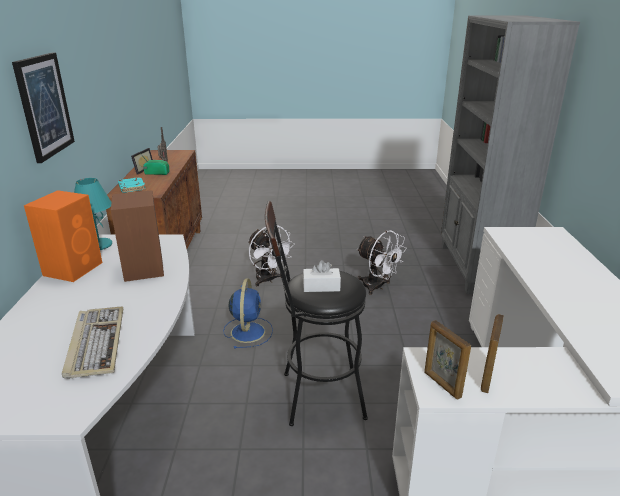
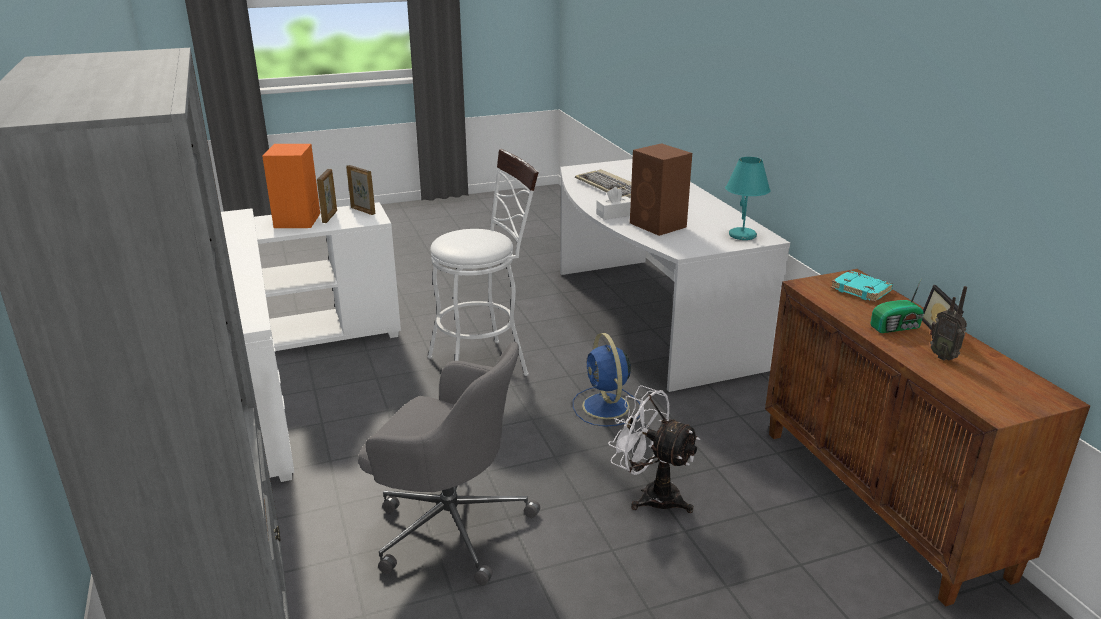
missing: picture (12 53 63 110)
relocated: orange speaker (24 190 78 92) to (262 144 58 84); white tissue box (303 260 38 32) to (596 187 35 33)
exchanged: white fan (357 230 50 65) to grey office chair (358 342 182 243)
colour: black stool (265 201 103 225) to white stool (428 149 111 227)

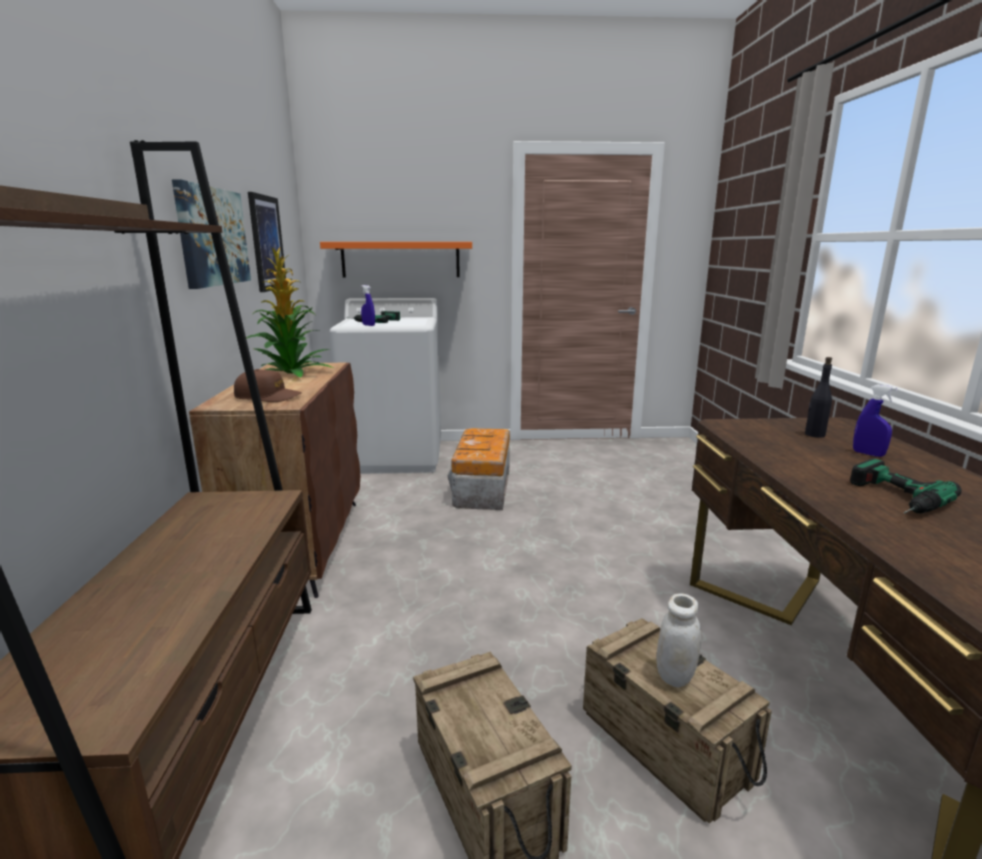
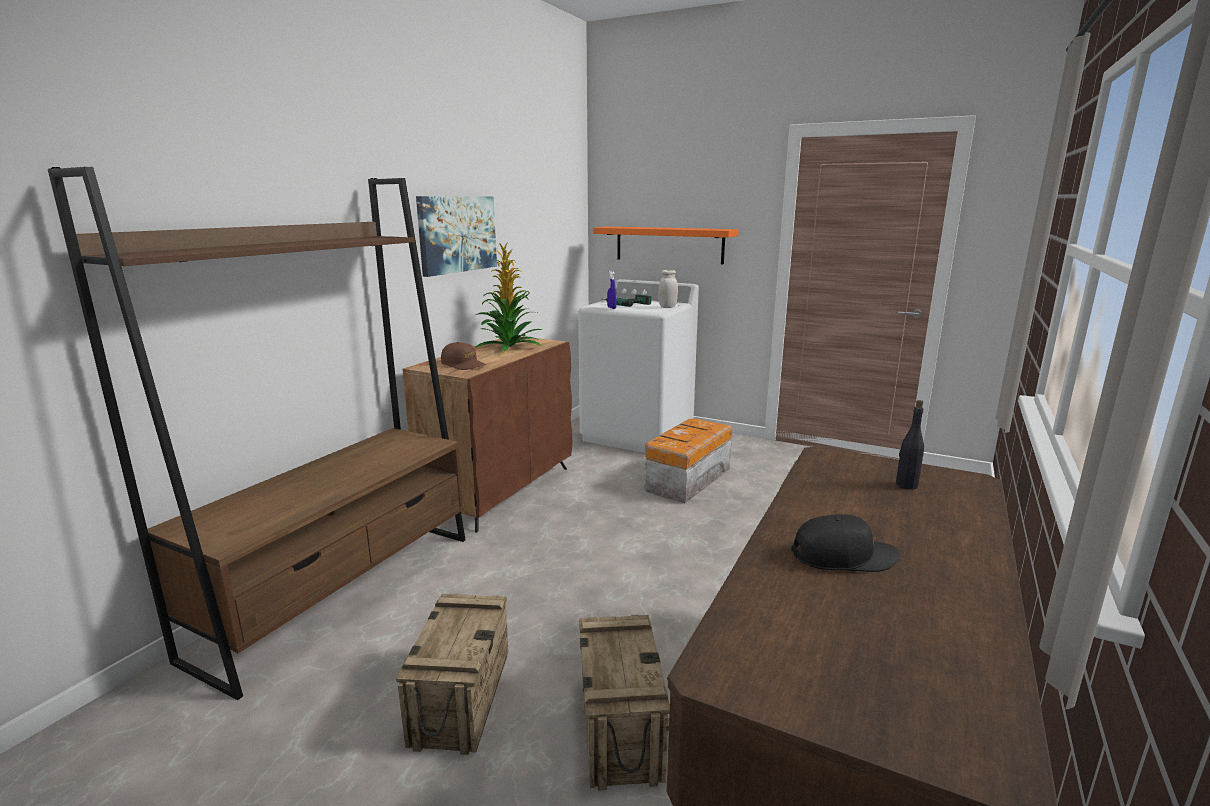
missing: picture (248 192 38 100); blue spray bottle (853 384 44 73)
relocated: white jar (657 593 44 95) to (658 270 20 38)
exchanged: power drill (850 458 112 56) to black cap (791 514 109 58)

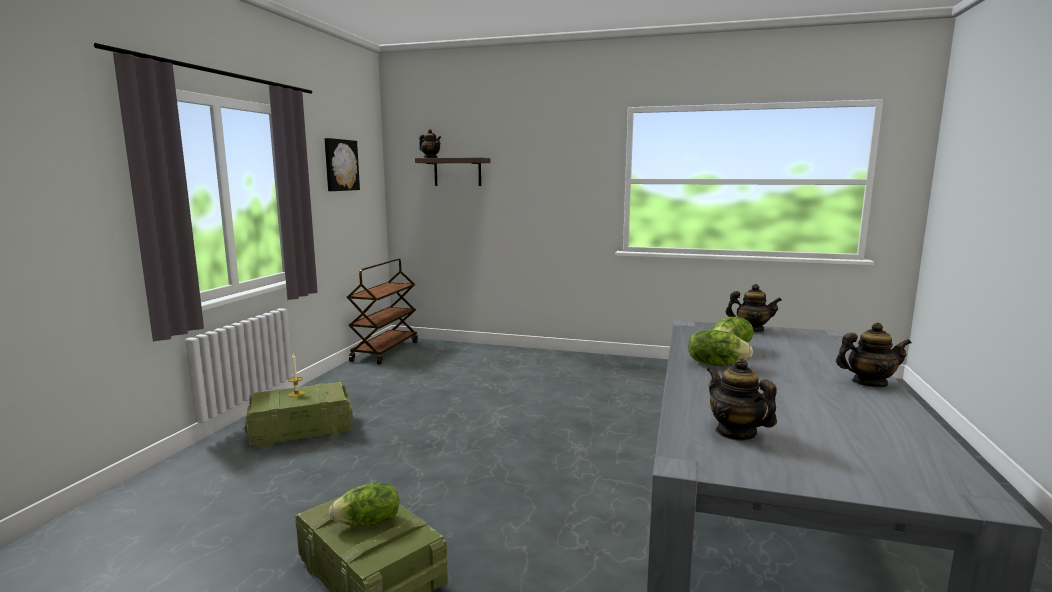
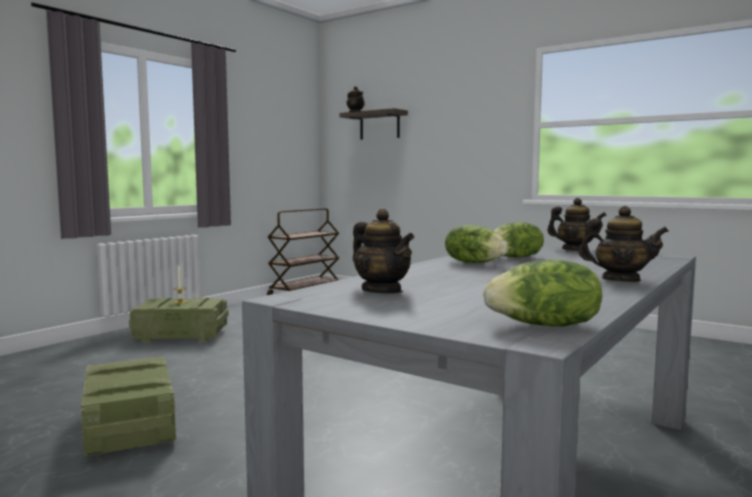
missing: picture (324 138 36 53)
relocated: lettuce (329 483 70 43) to (483 260 119 67)
spun: teapot (707 358 70 83) = (353 209 61 85) 150 degrees clockwise

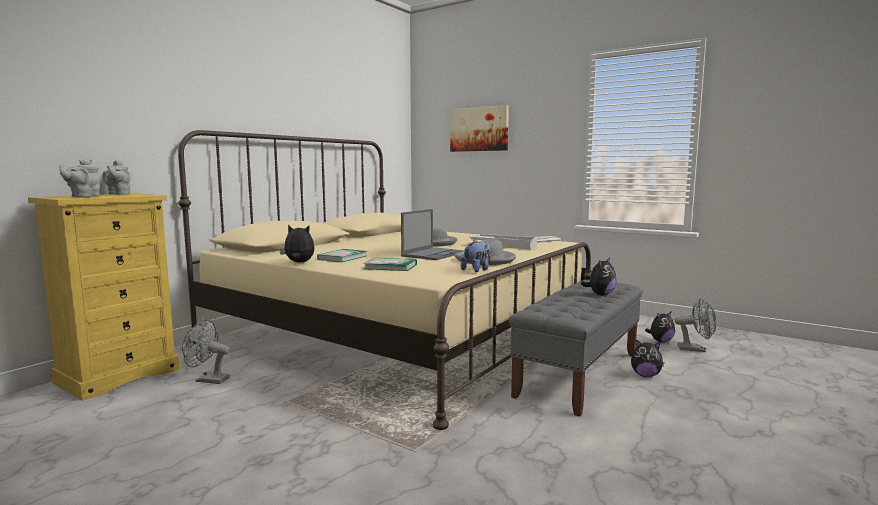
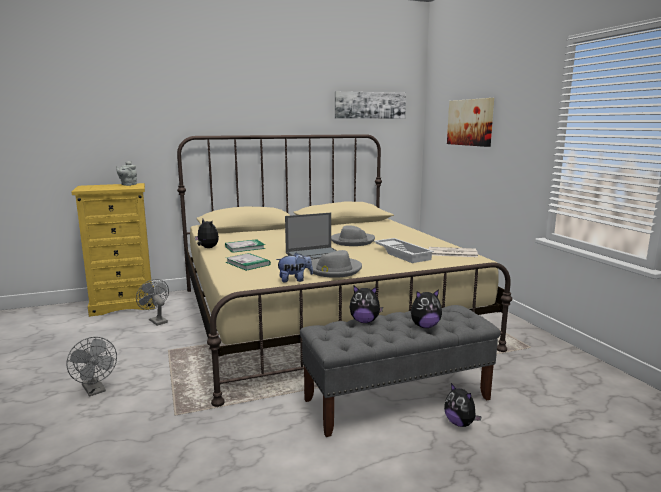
missing: grey teapot (59 159 42 38)
appeared: picture (335 91 71 28)
relocated: grey fan (674 298 42 54) to (66 337 51 59); plush toy (645 311 30 31) to (350 286 33 37)

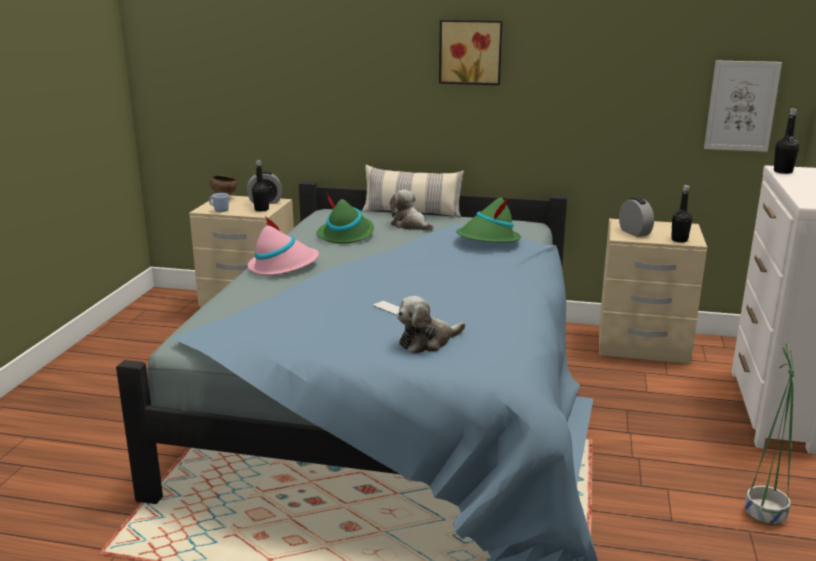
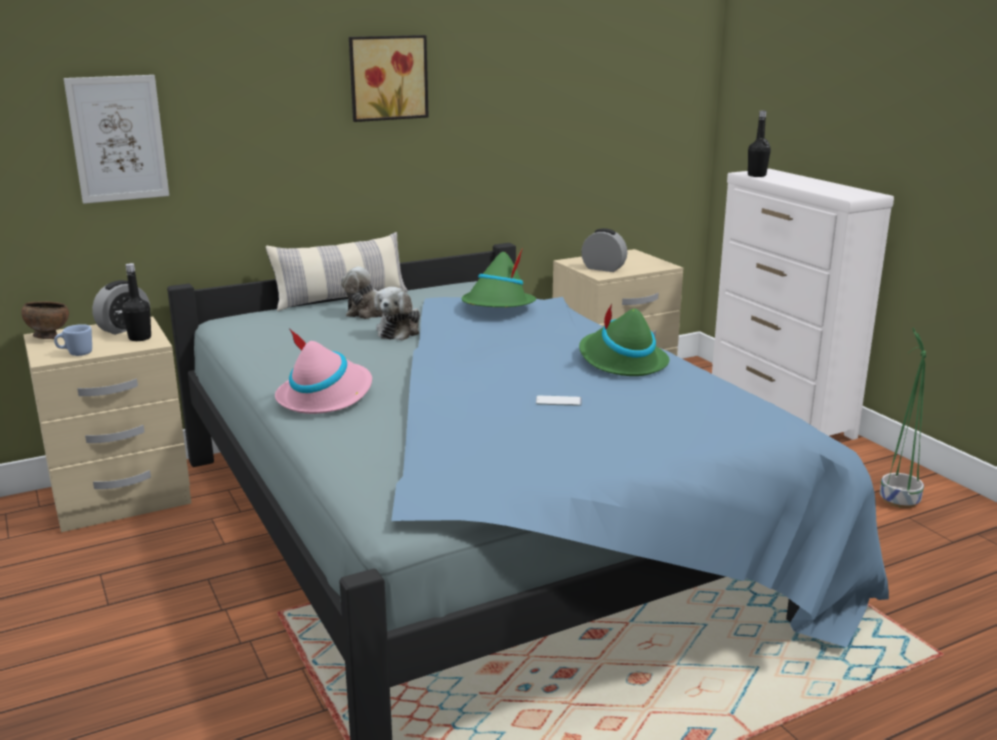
missing: black bottle (671 185 21 58)
relocated: picture (704 60 78 92) to (64 75 105 129); green hat (317 193 57 51) to (579 304 90 72); plush toy (397 296 68 58) to (374 287 46 54)

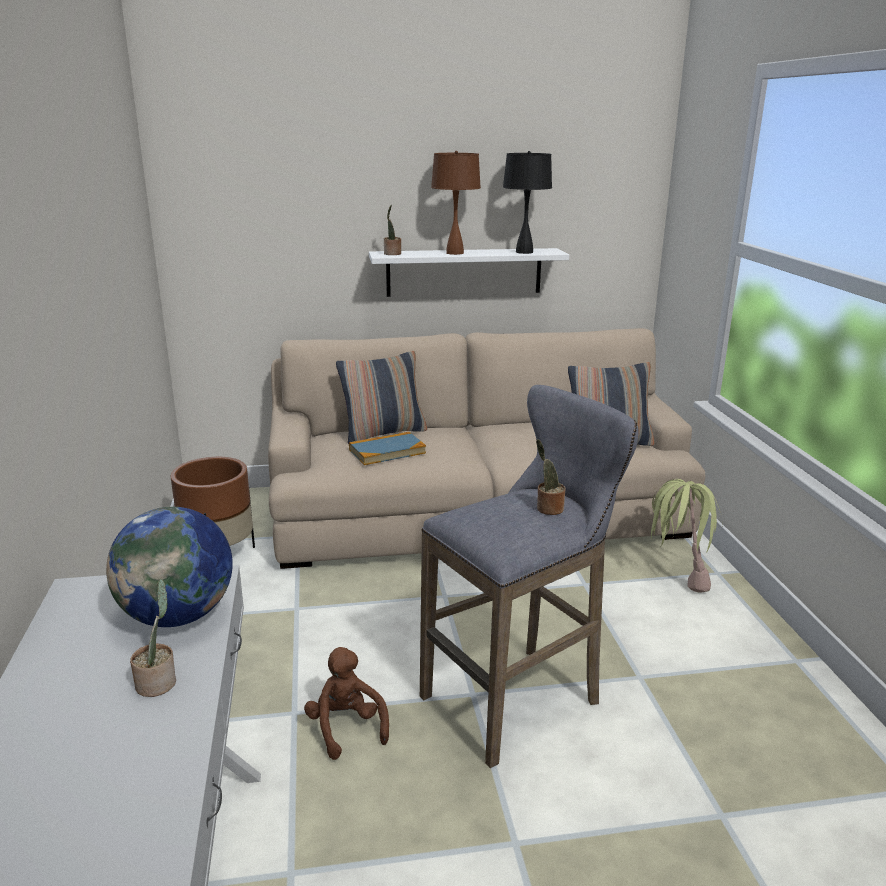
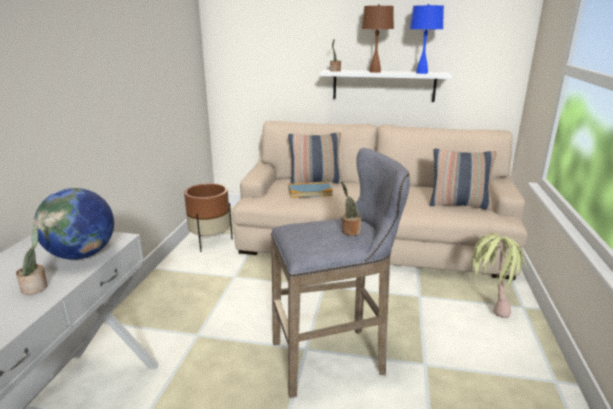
missing: brown plush toy (304 647 85 113)
colour: black table lamp (503 151 49 103) to blue table lamp (409 4 35 70)

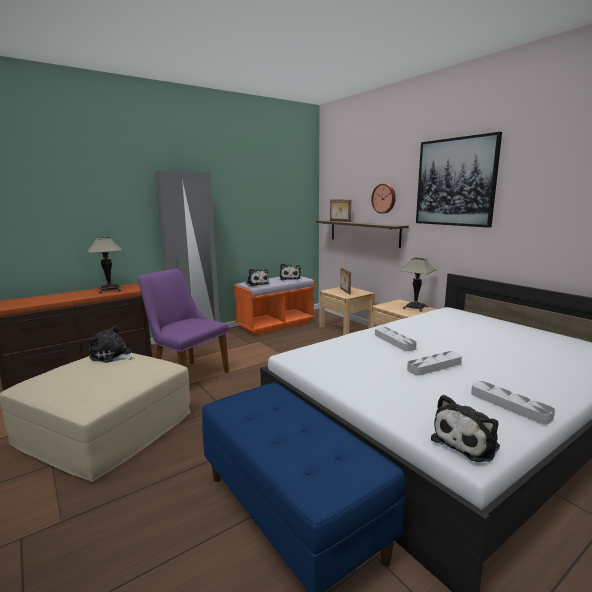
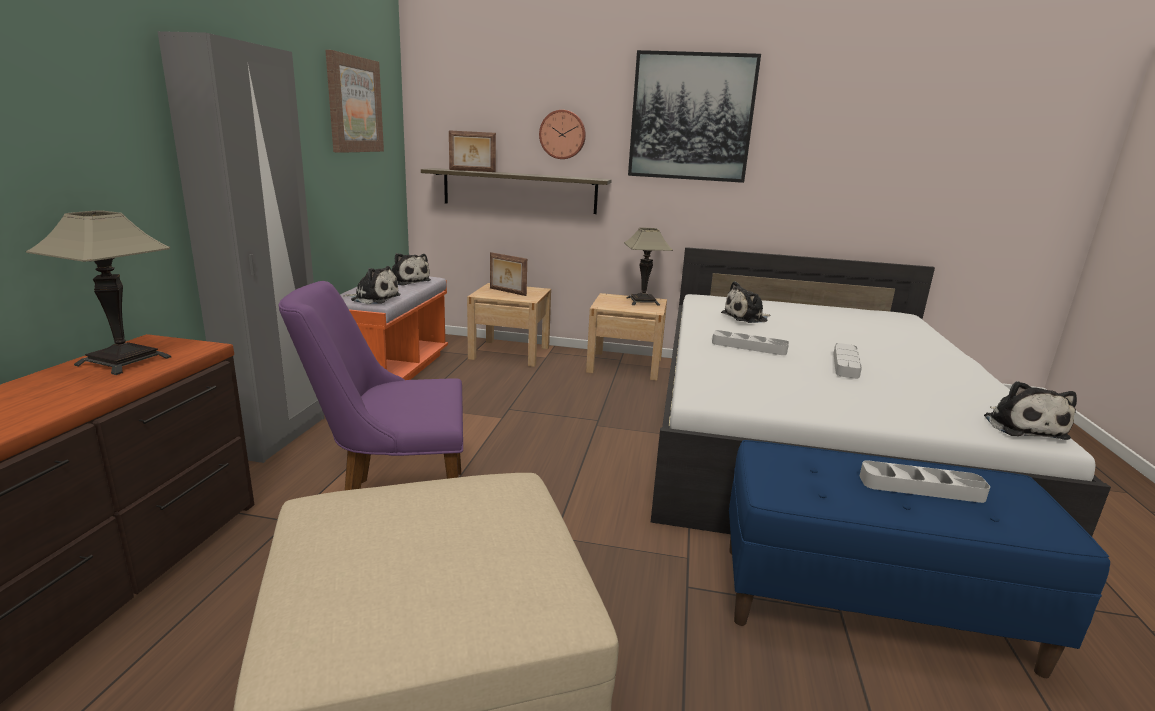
appeared: picture (325 50 59 103)
relocated: plush toy (89 326 45 37) to (721 281 50 42); grey tray (471 381 84 43) to (859 460 131 43)

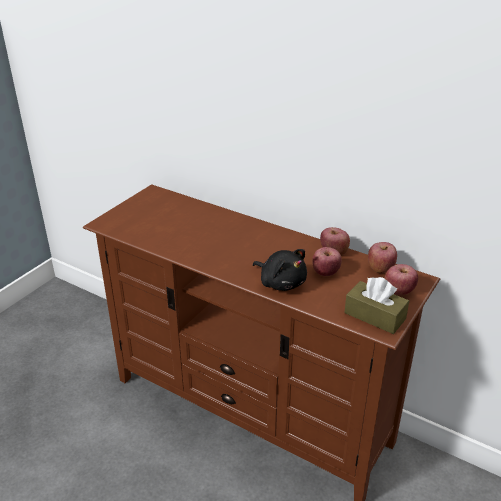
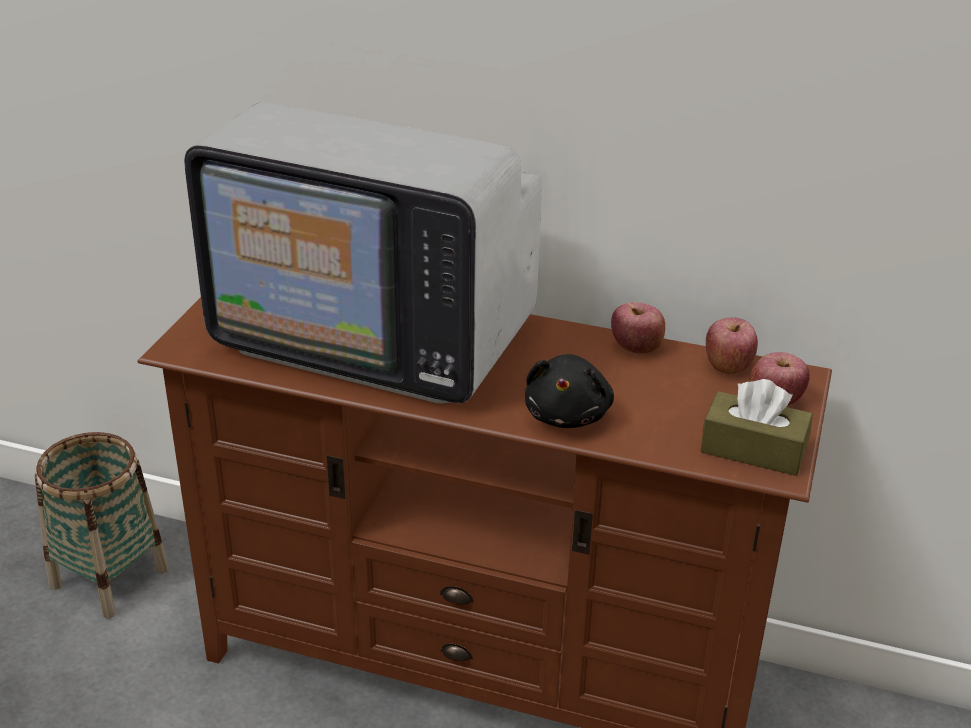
missing: apple (312 247 30 29)
appeared: television (184 102 358 302); basket (35 432 134 186)
spun: black plush toy (253 249 54 42) = (525 354 89 74) 75 degrees clockwise

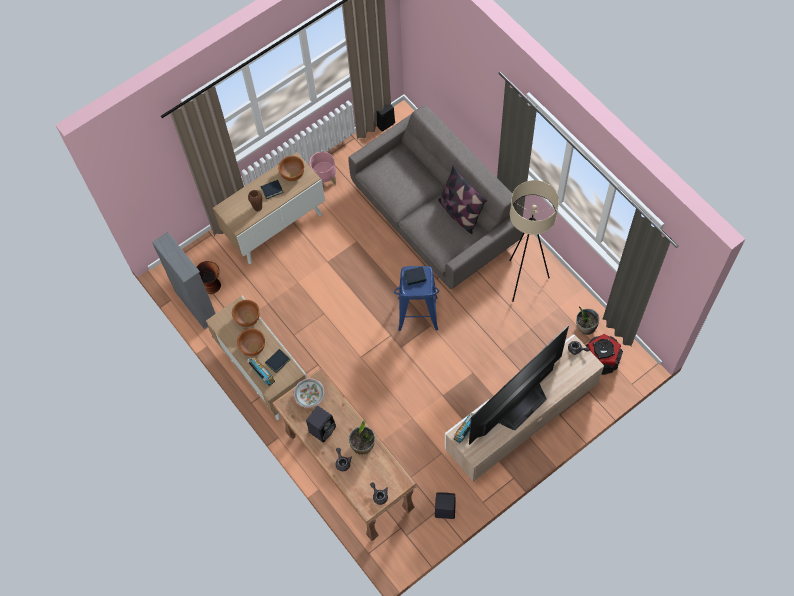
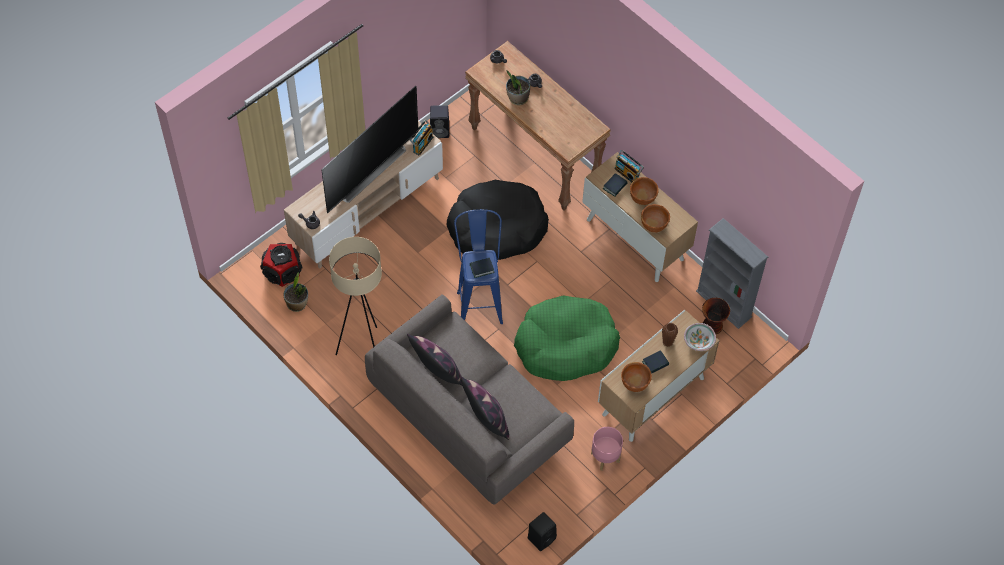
missing: black speaker (306 406 30 37)
appeared: black dog bed (447 180 102 80); green dog bed (514 296 106 85); pillow (461 376 48 64)
relocated: bowl (294 378 31 30) to (684 323 32 28)

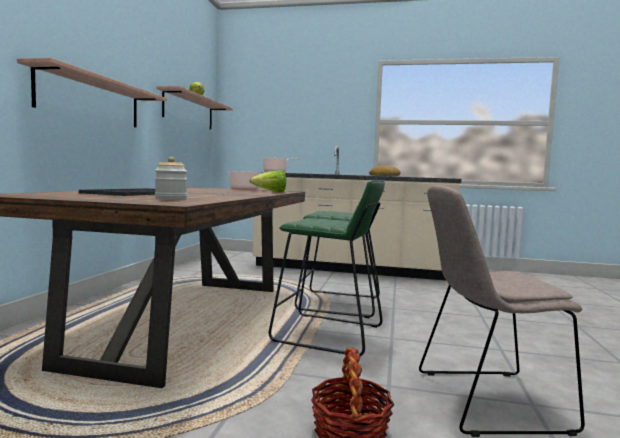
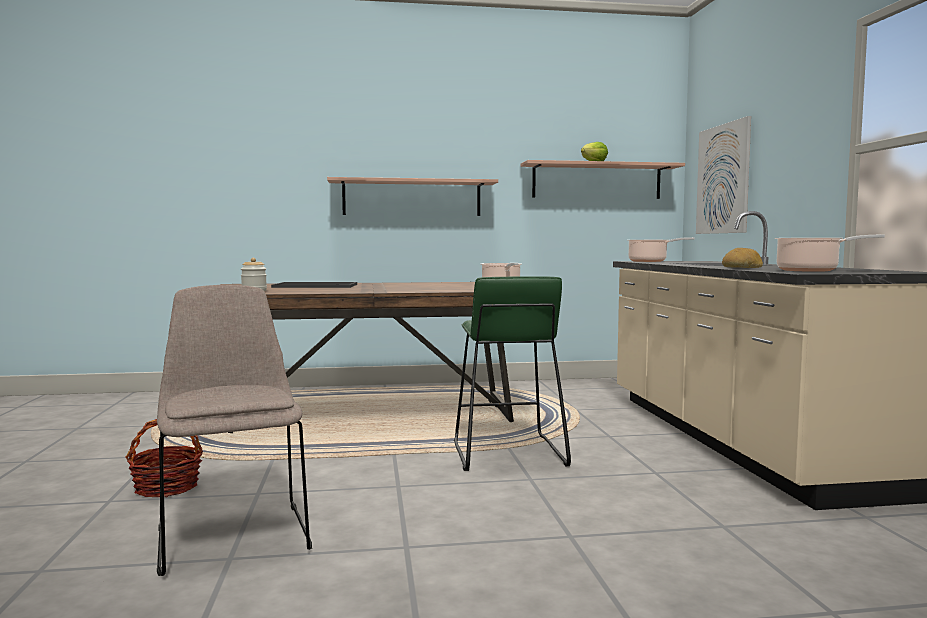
missing: lettuce (250 170 36 22); green stool (269 180 116 176)
appeared: picture (696 116 55 118); cooking pot (775 235 110 37)

